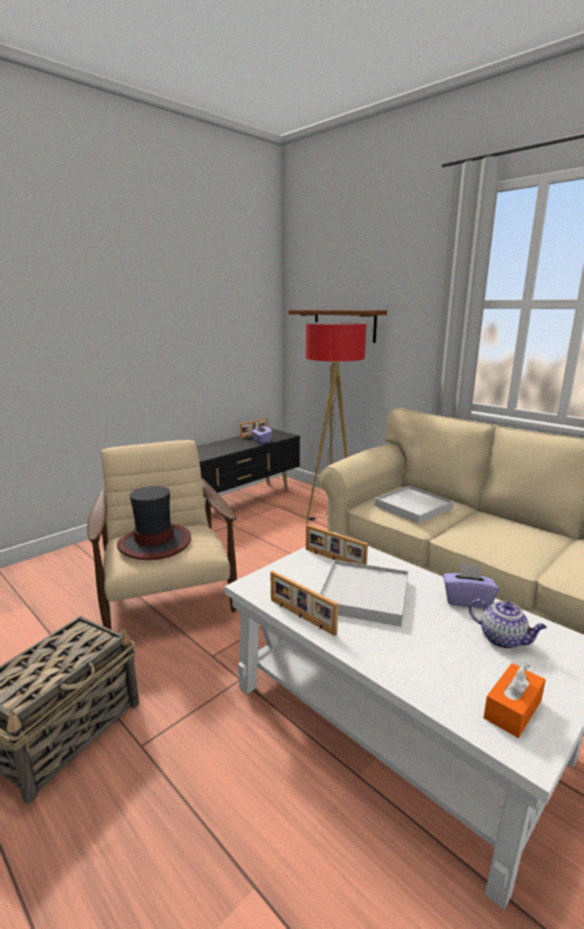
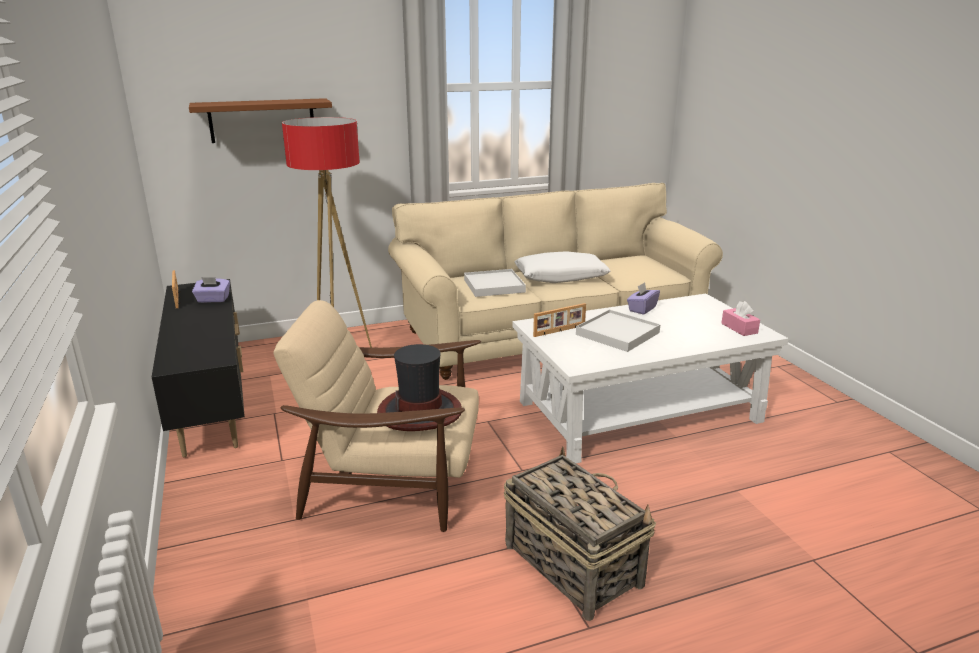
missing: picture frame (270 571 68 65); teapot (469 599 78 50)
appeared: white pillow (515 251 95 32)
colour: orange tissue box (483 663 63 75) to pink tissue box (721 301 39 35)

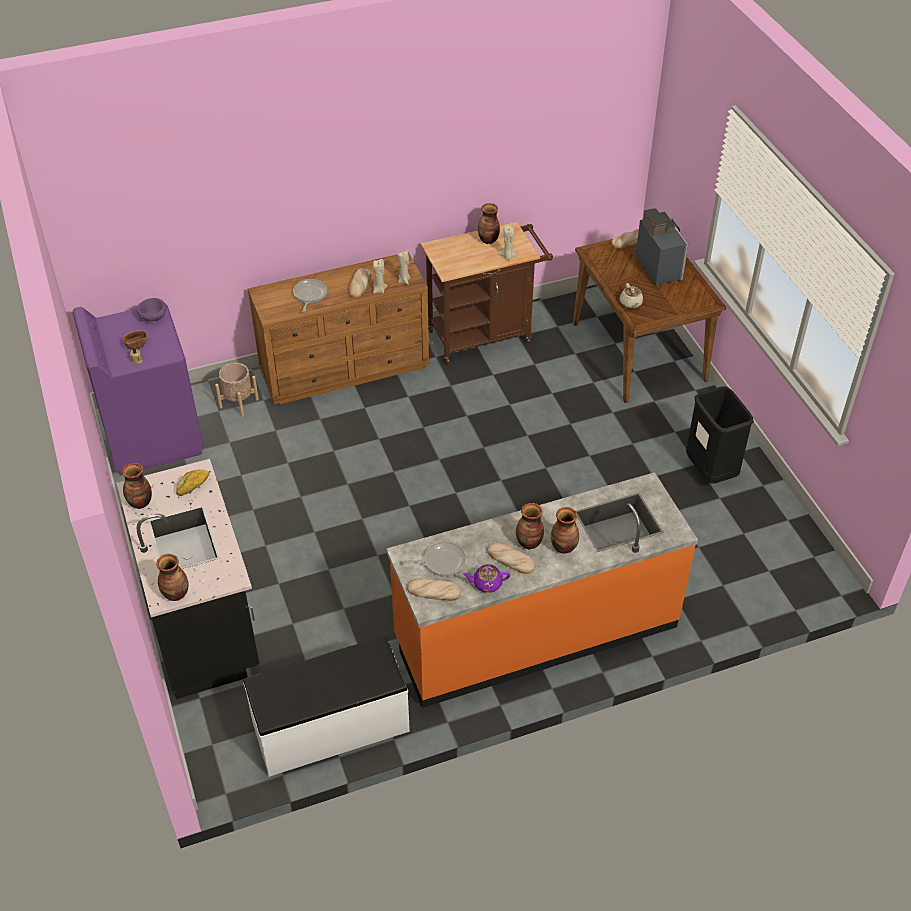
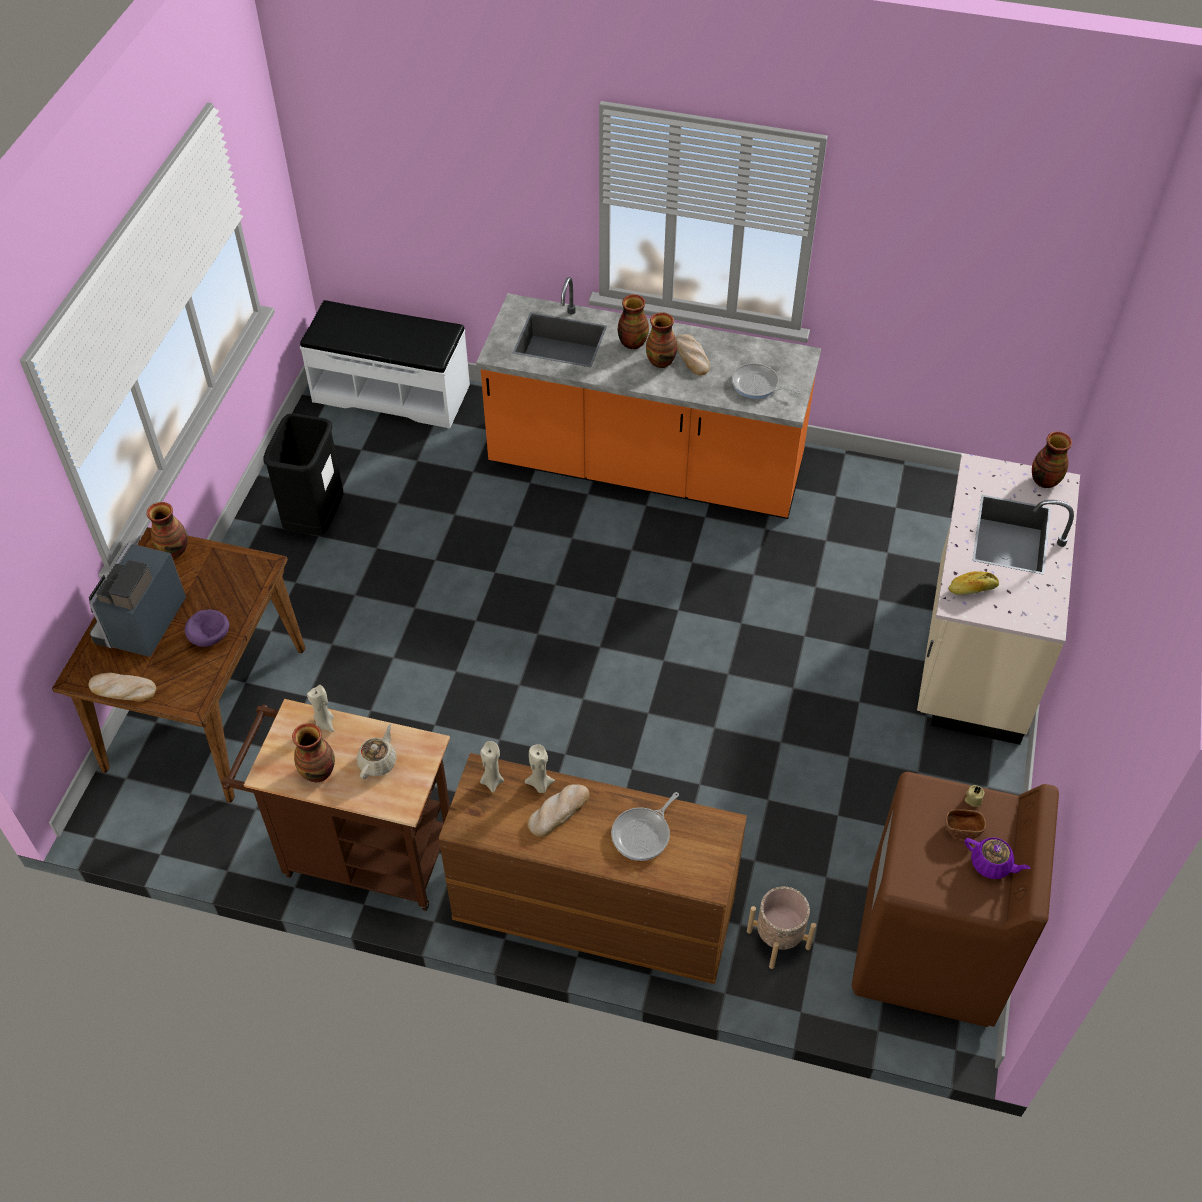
missing: bread (407 578 54 23)
relocated: beige teapot (620 283 23 25) to (357 724 40 55); purple bowl (137 298 30 23) to (185 609 44 38); vase (122 463 30 46) to (147 502 40 56); purple teapot (463 564 47 29) to (965 837 66 42); white bench (243 636 167 141) to (300 300 170 129)
colour: purple washing machine (73 305 131 171) to brown washing machine (852 772 207 255); black counter (117 459 143 240) to beige counter (917 453 163 292)

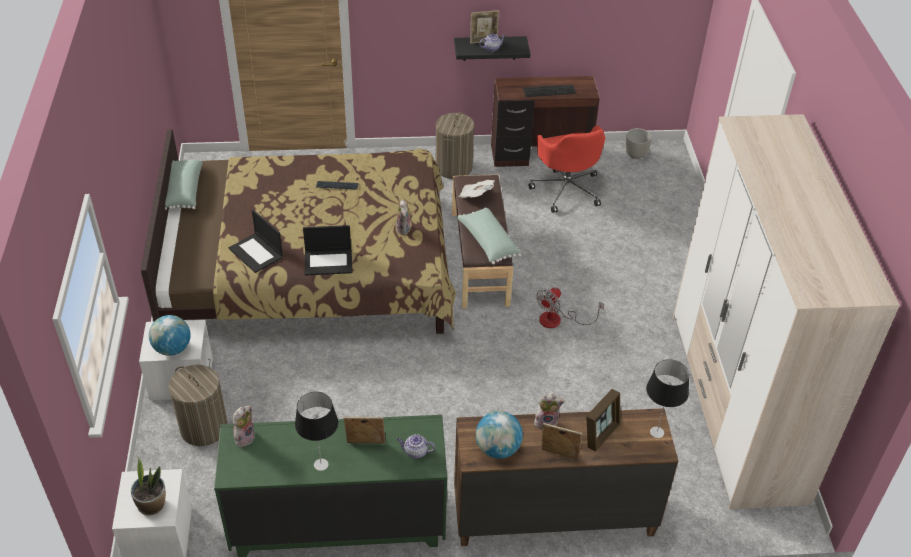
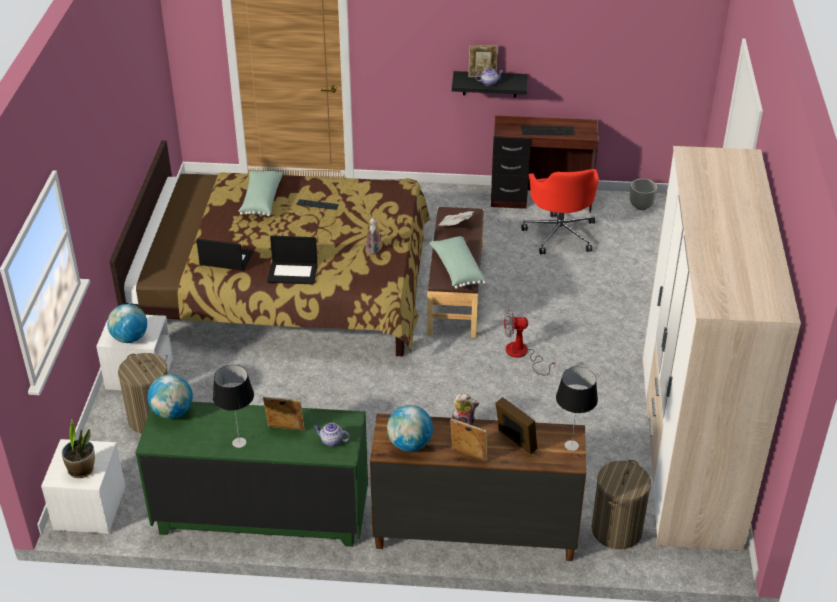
relocated: laundry basket (436 112 38 67) to (592 460 59 89); green pillow (165 160 38 50) to (238 171 45 45)
exchanged: plush toy (233 405 22 42) to globe (148 374 45 45)
spun: laptop (229 210 54 63) = (196 239 57 32) 135 degrees clockwise; fan (536 287 68 41) = (504 310 51 66) 45 degrees clockwise; picture frame (586 389 35 62) = (496 397 42 57) 90 degrees counterclockwise

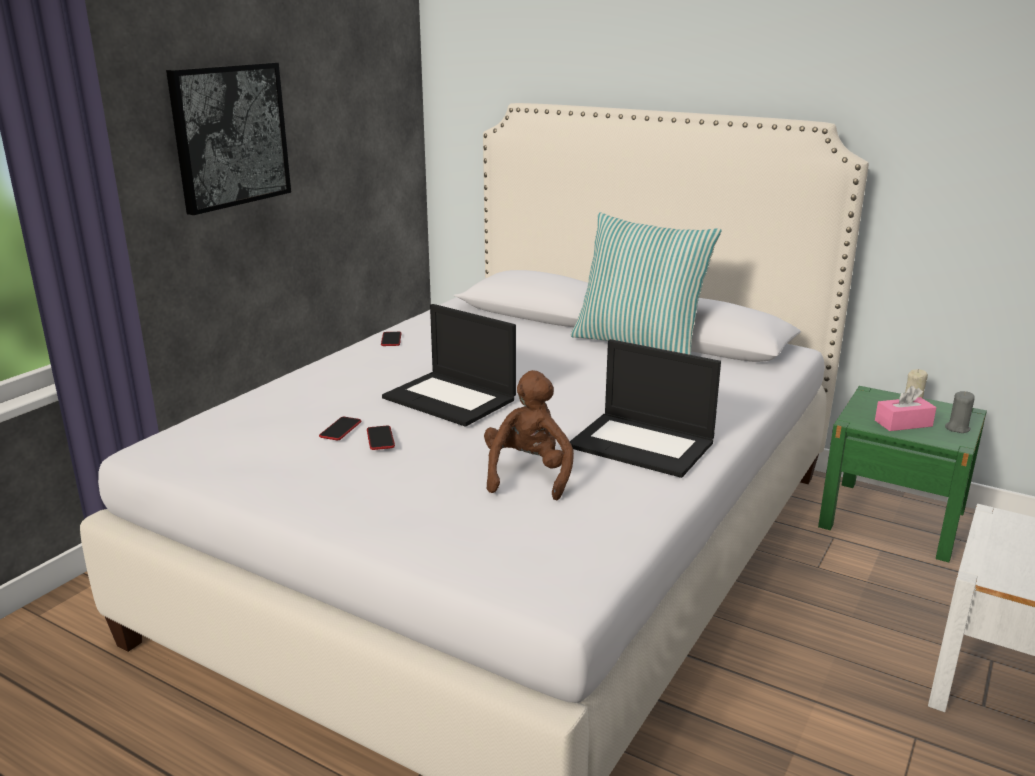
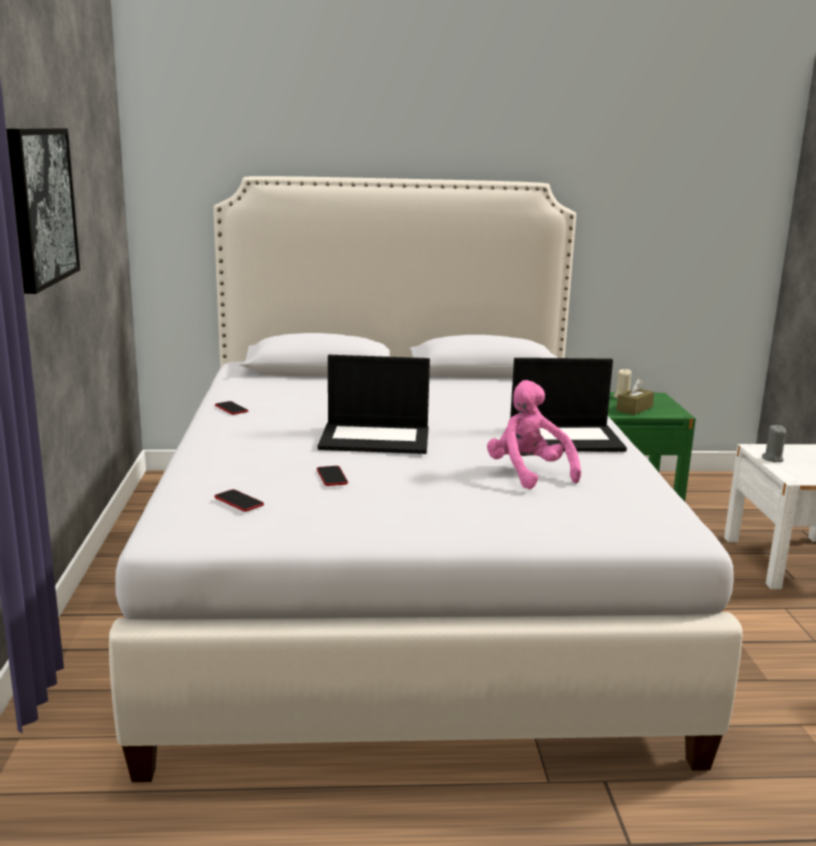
missing: pillow (571 213 151 142)
relocated: grey candle (945 391 30 42) to (762 425 24 37); phone (367 425 28 25) to (214 489 50 23)
colour: brown plush toy (484 370 90 130) to pink plush toy (487 380 94 109); pink tissue box (875 386 62 45) to brown tissue box (616 378 38 37)

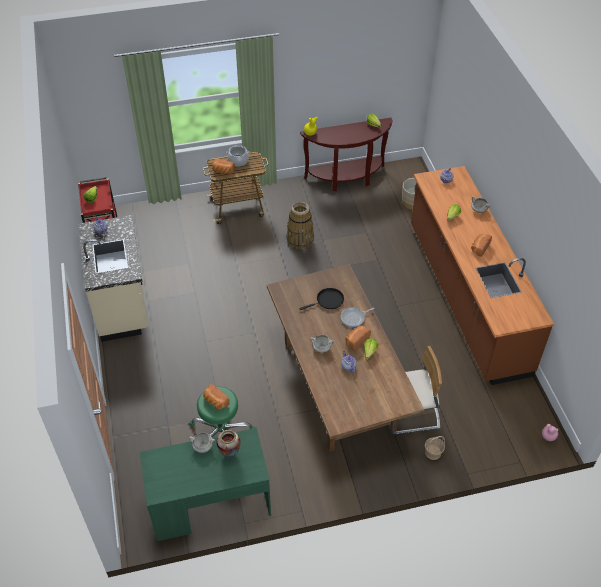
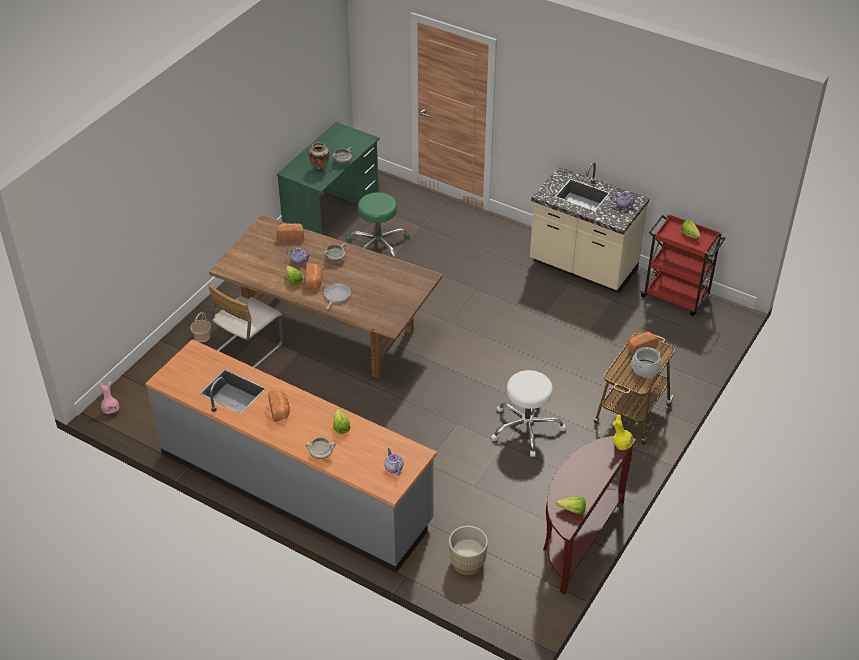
missing: black frying pan (299 288 45 22)
relocated: bread (203 384 27 26) to (276 223 28 18)
exchanged: basket (286 202 28 47) to white stool (491 370 75 87)
colour: brown counter (411 166 143 219) to grey counter (145 339 292 234)

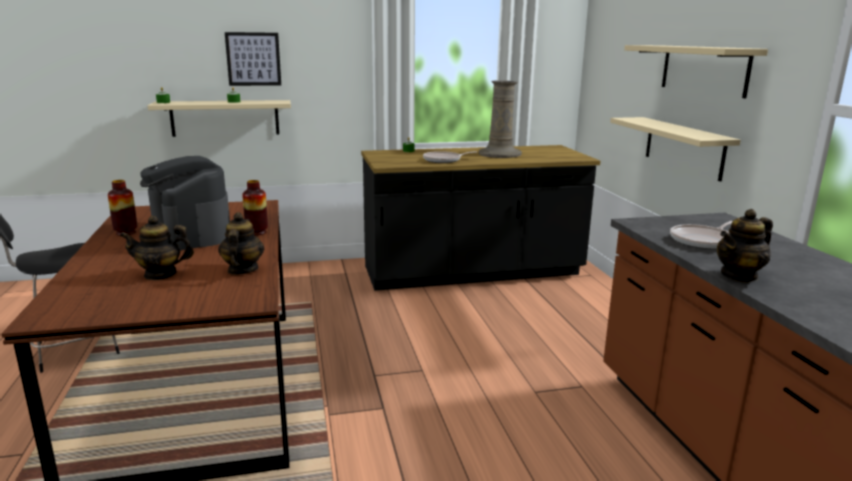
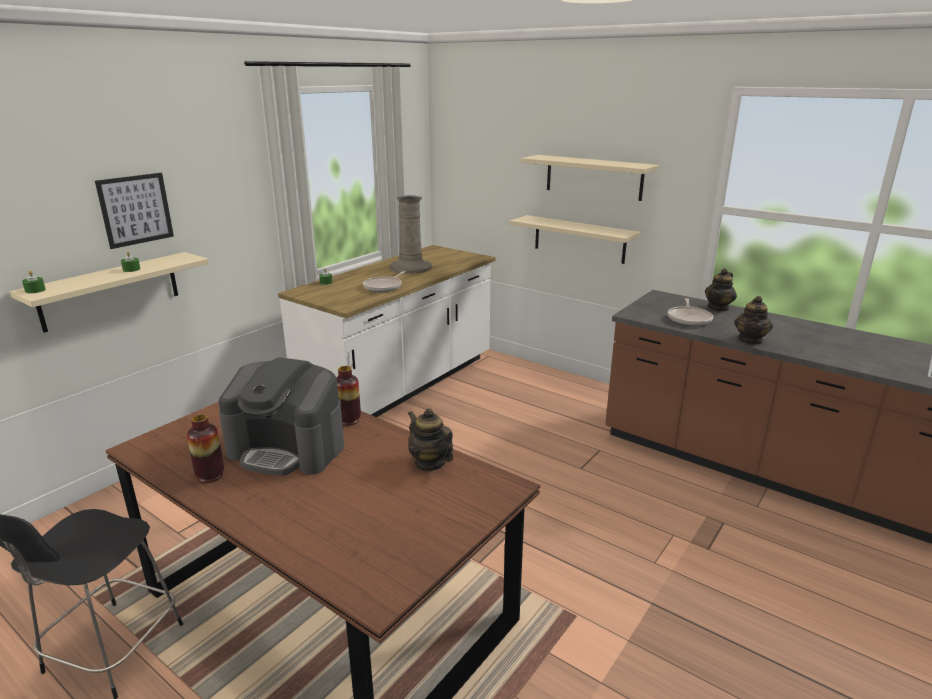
relocated: teapot (120 216 74 64) to (705 268 32 44)
colour: black counter (361 145 239 146) to white counter (278 245 218 172)

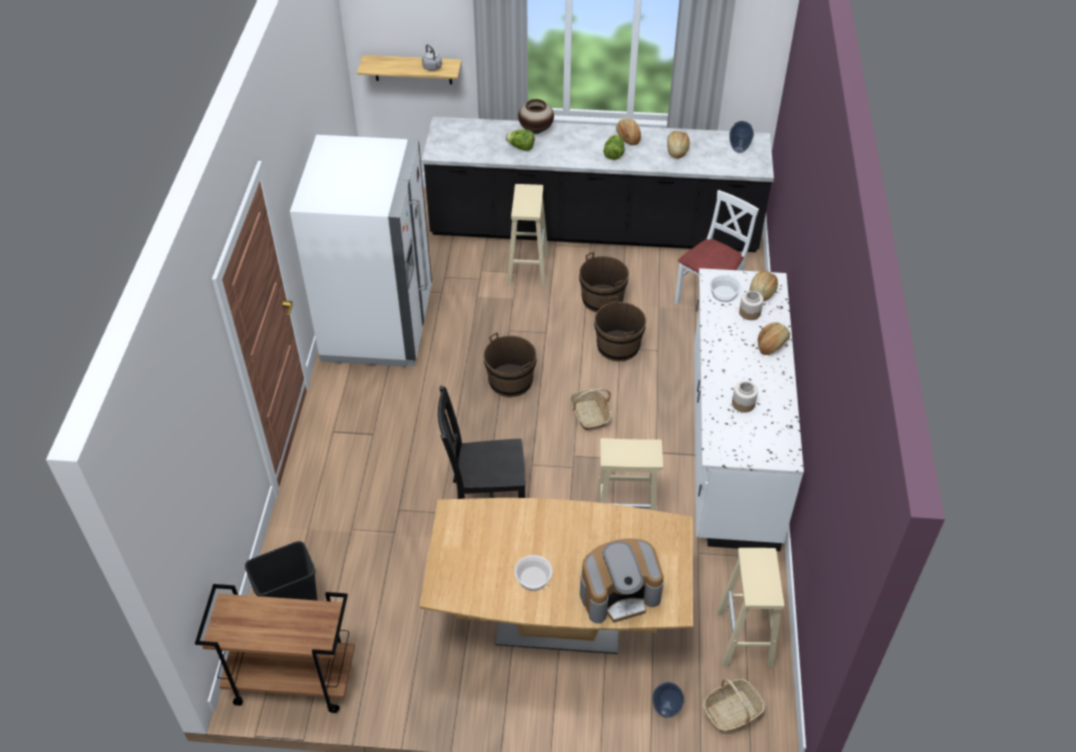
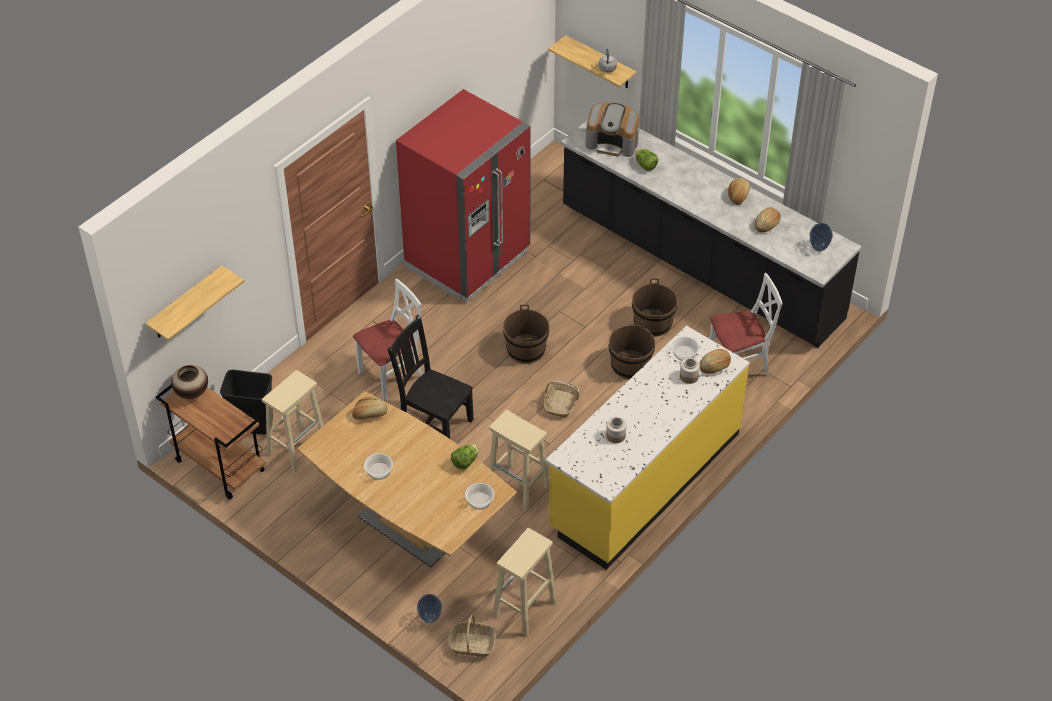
appeared: shelf (145 265 100 75); white chair (353 279 70 122); bowl (465 483 29 27)
relocated: vase (518 99 36 35) to (171 365 37 34); lettuce (603 135 22 25) to (451 444 28 26); beige stool (507 184 41 102) to (262 370 62 103); bread (758 322 32 33) to (352 397 35 23); coffee machine (580 538 84 85) to (586 103 53 54)
colour: white fridge (290 135 142 232) to red fridge (396 89 135 213); white counter (694 268 110 283) to yellow counter (545 326 205 244)

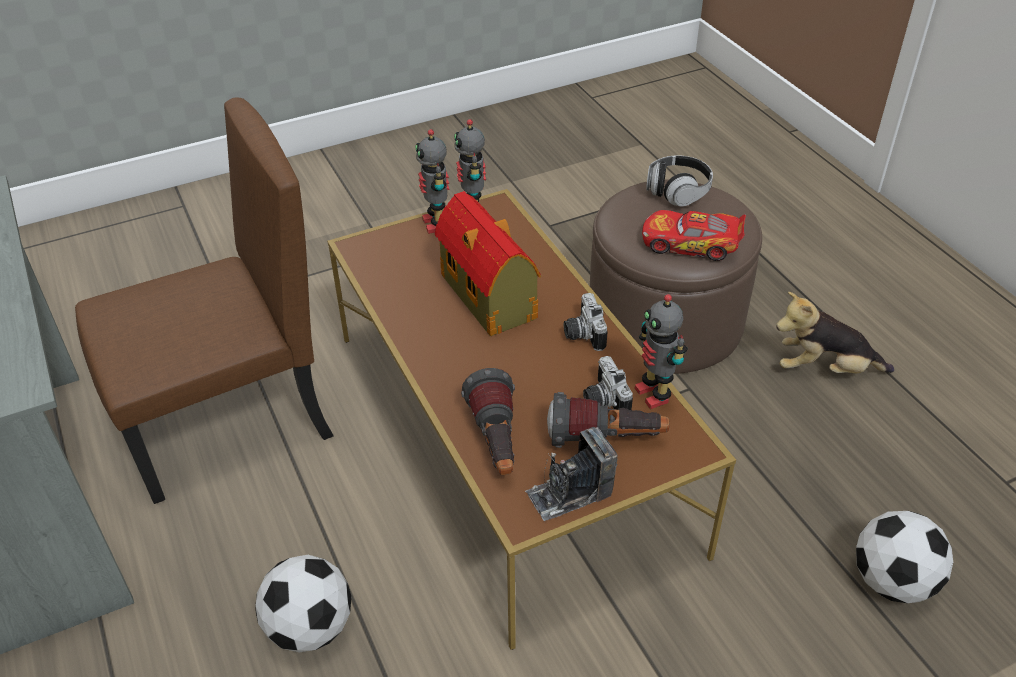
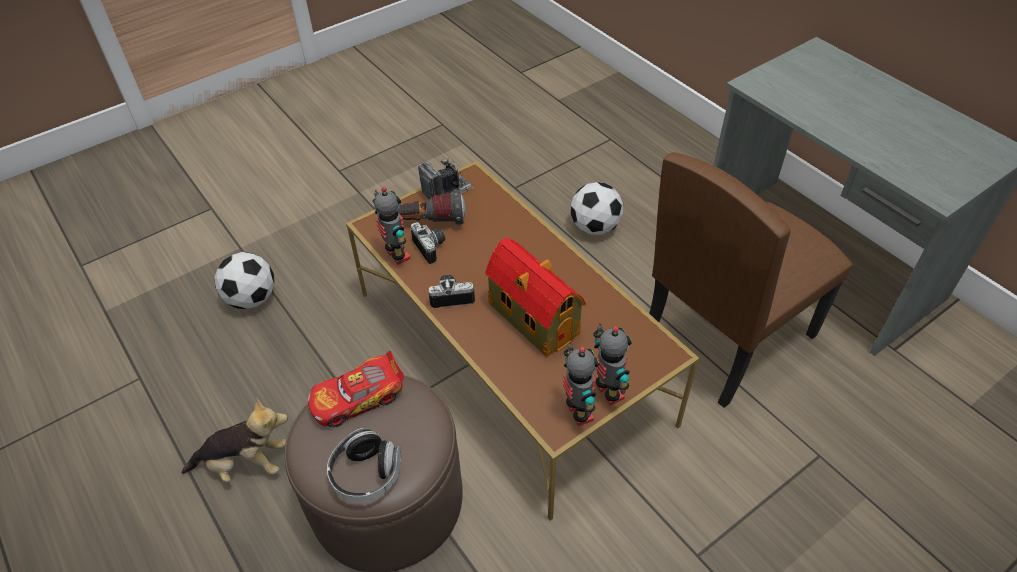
missing: flashlight (461 368 54 107)
spun: toy car (642 210 104 51) = (308 351 96 76) 150 degrees clockwise; photo camera (564 293 44 58) = (429 274 46 34) 75 degrees counterclockwise

